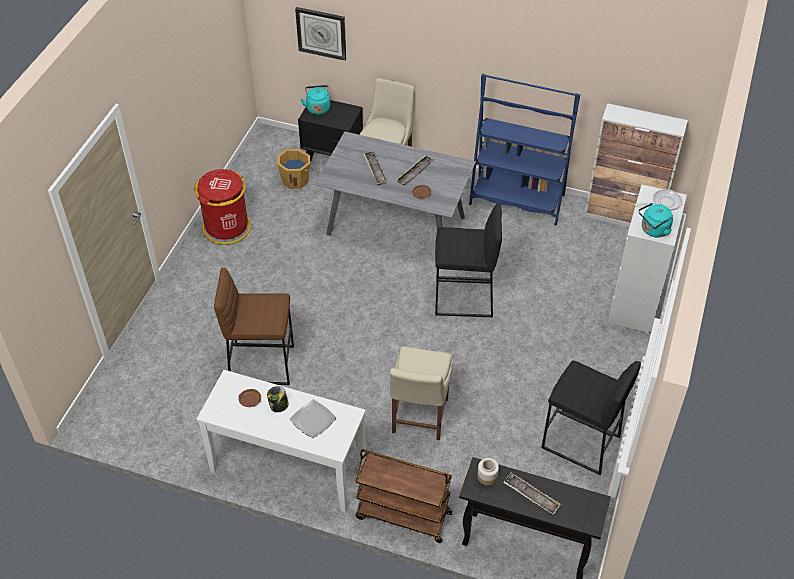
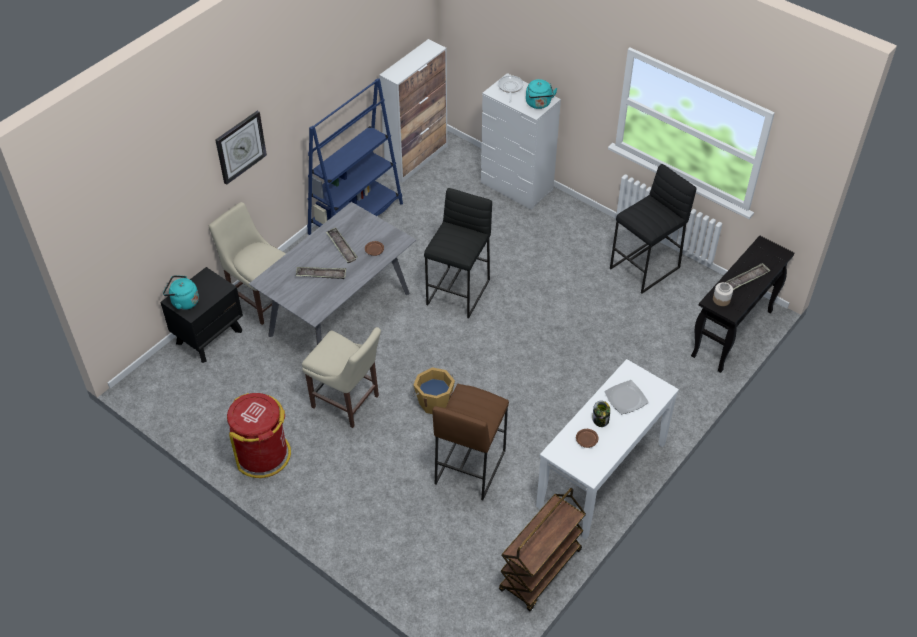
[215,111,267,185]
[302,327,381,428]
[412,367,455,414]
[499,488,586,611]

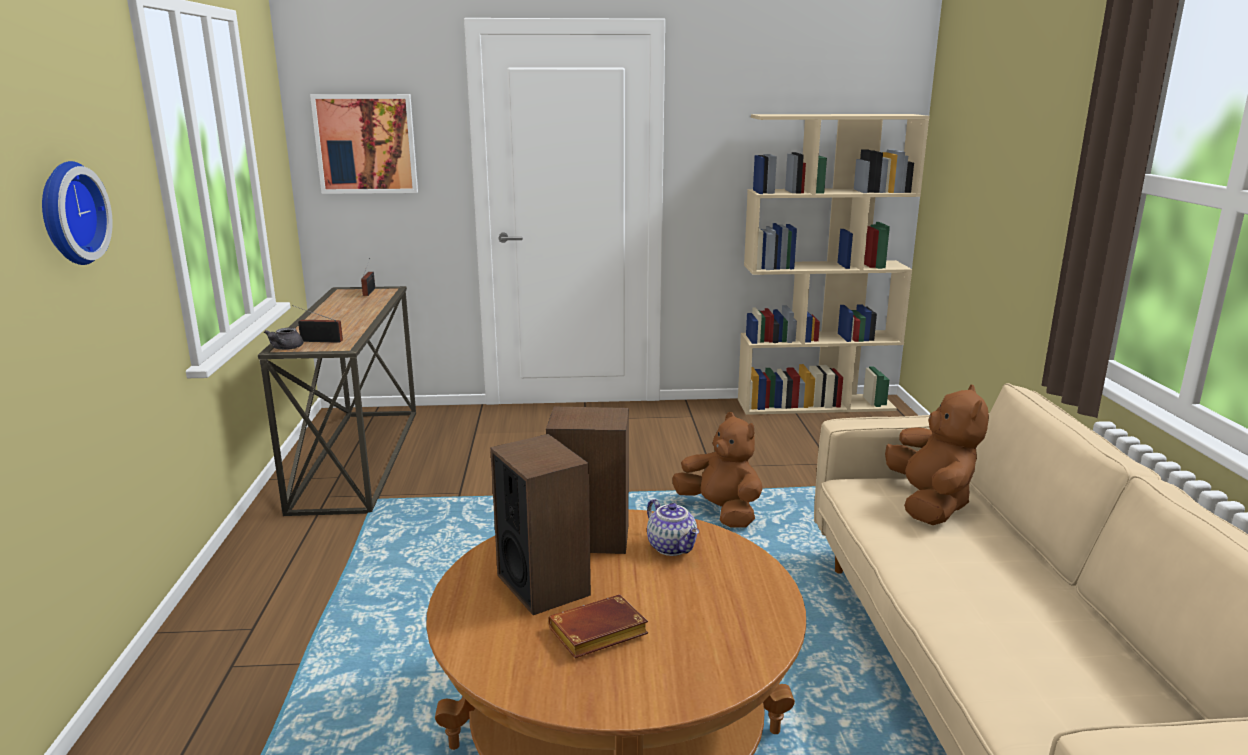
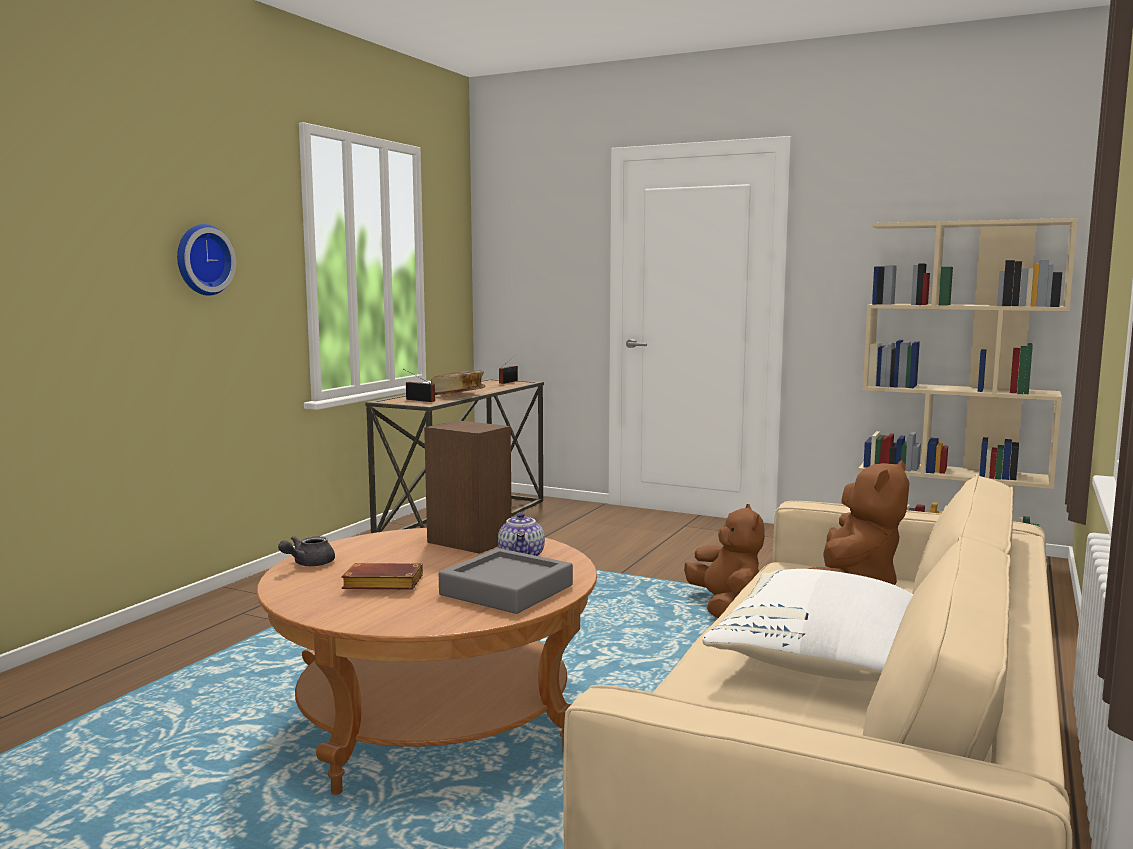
[278,536,335,566]
[431,371,485,395]
[439,548,573,614]
[702,569,913,682]
[310,94,418,194] (first image)
[490,434,591,615] (first image)

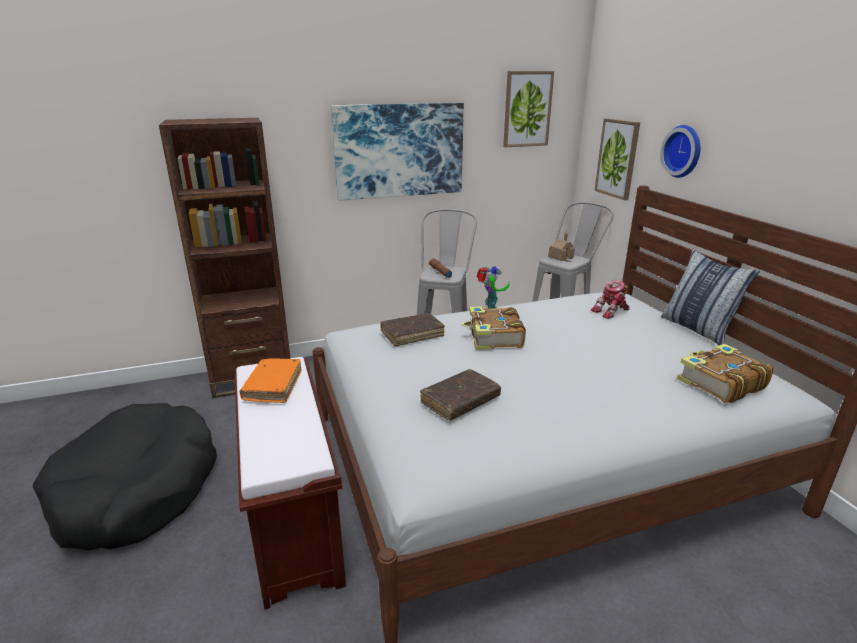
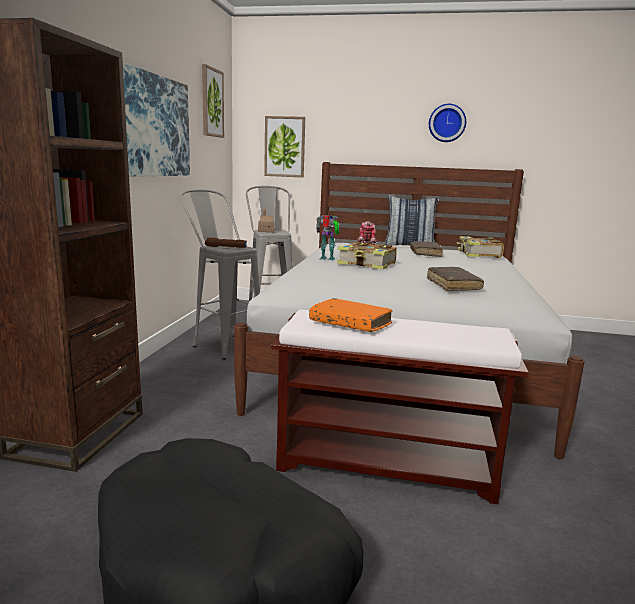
[410,241,443,257]
[429,104,466,142]

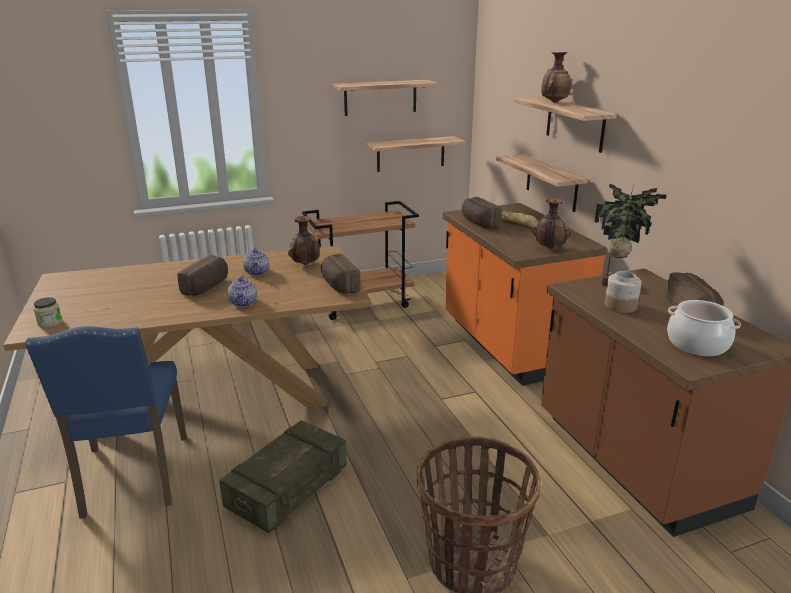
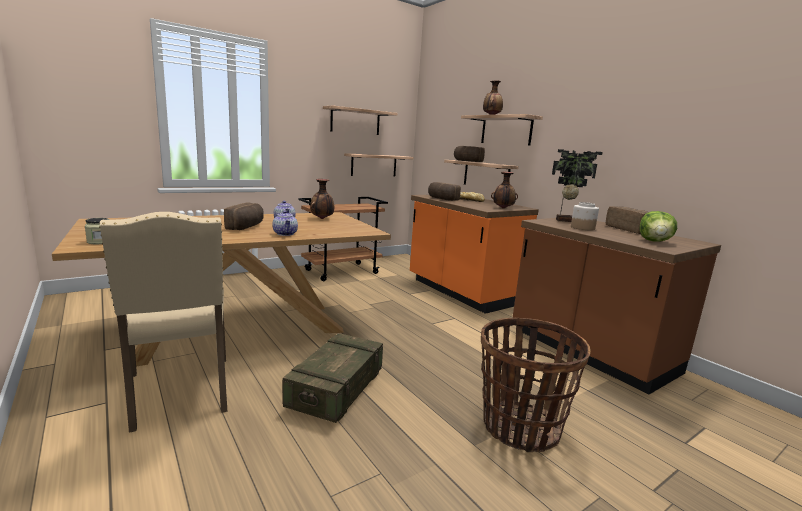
[99,212,228,433]
[454,146,485,162]
[639,211,677,242]

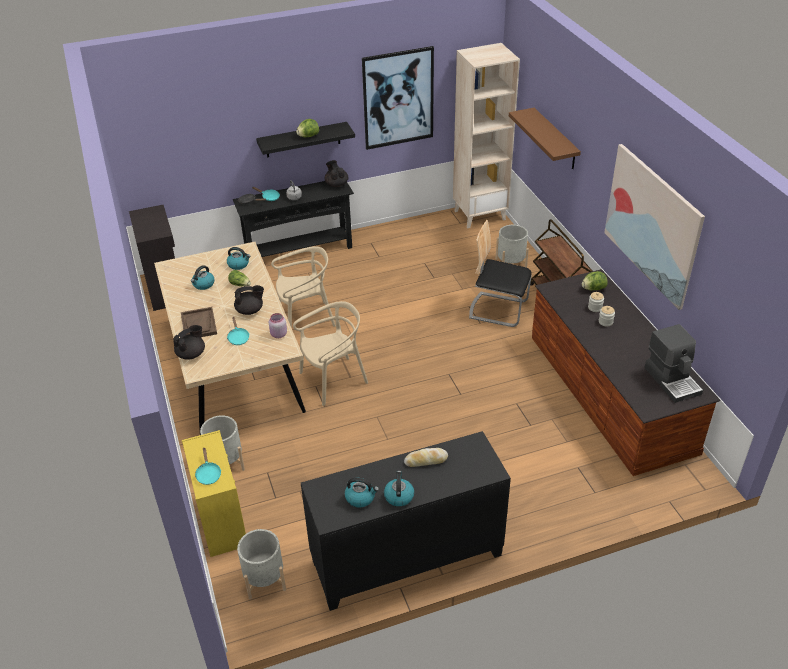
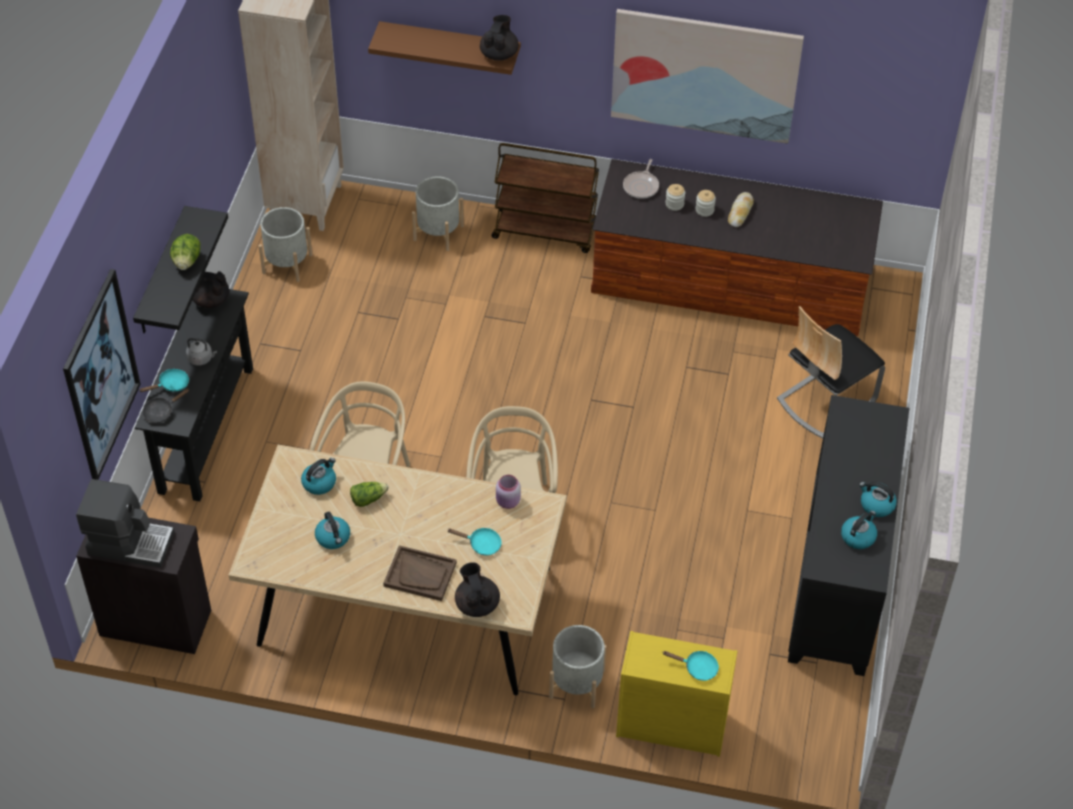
[63,269,141,480]
[76,479,174,568]
[258,207,313,282]
[480,15,519,61]
[623,159,659,199]
[728,192,754,227]
[777,306,885,439]

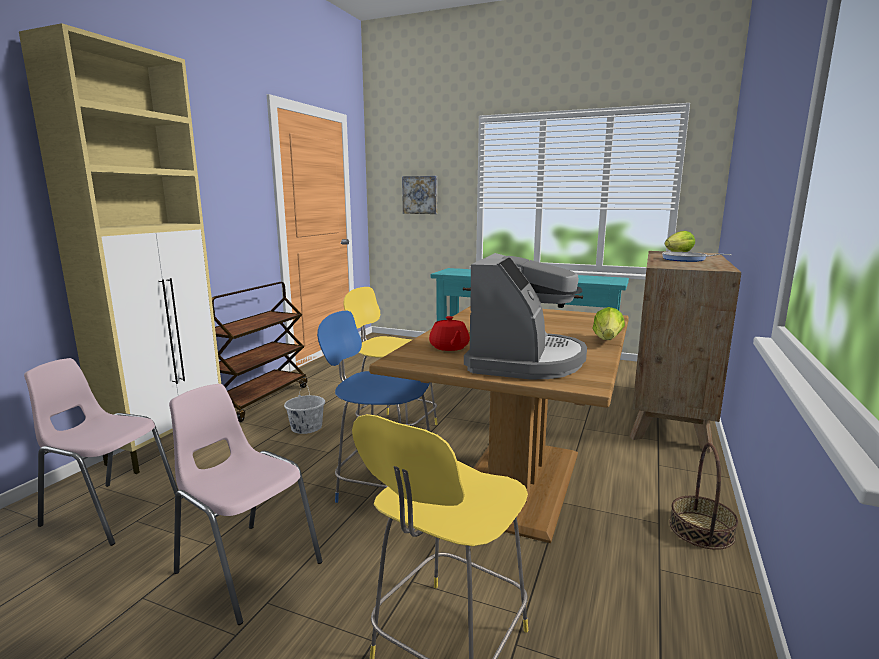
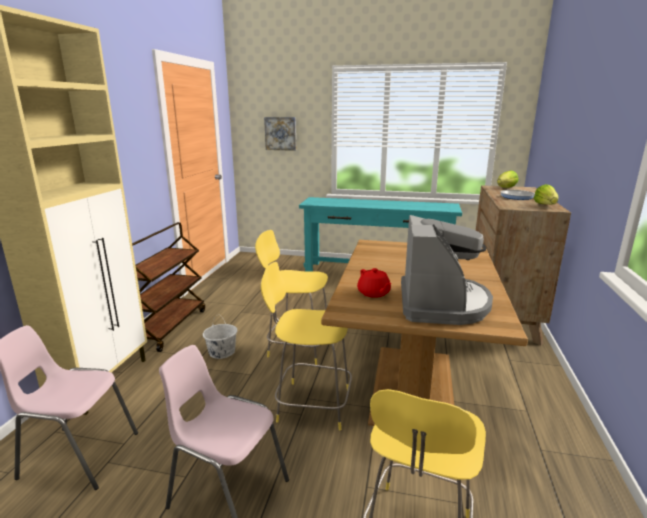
[261,262,352,431]
[534,184,558,205]
[669,443,738,550] (first image)

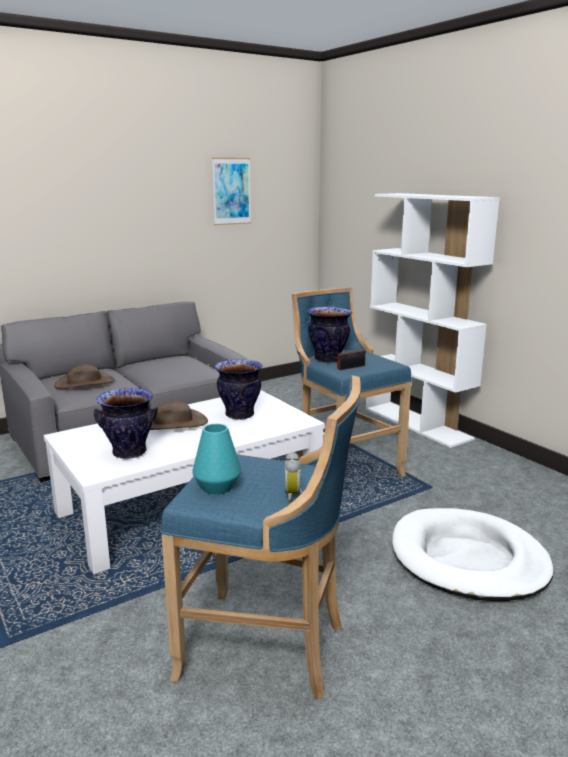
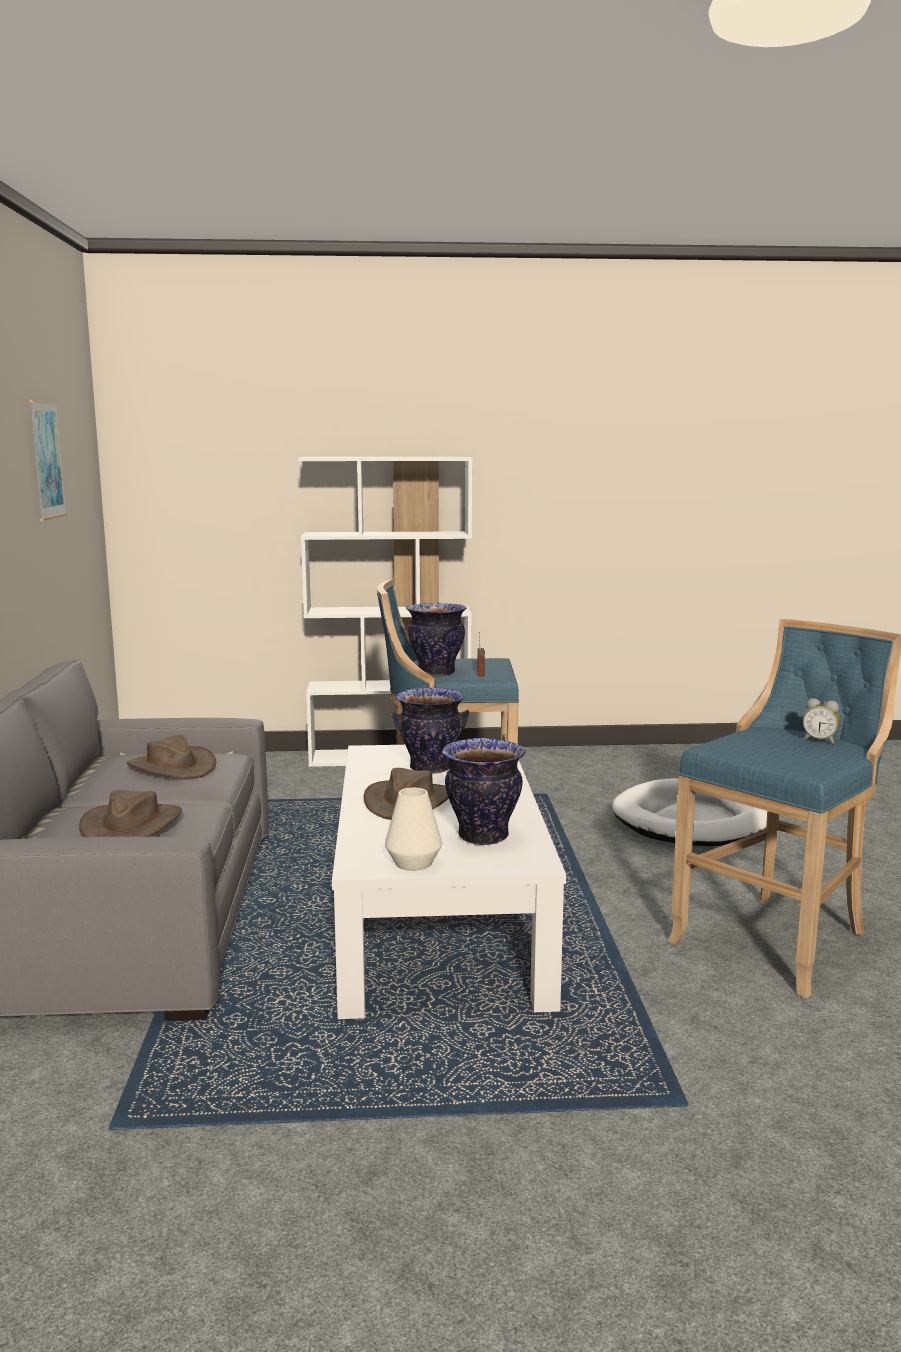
[127,735,216,778]
[385,788,442,871]
[192,424,241,494] (first image)

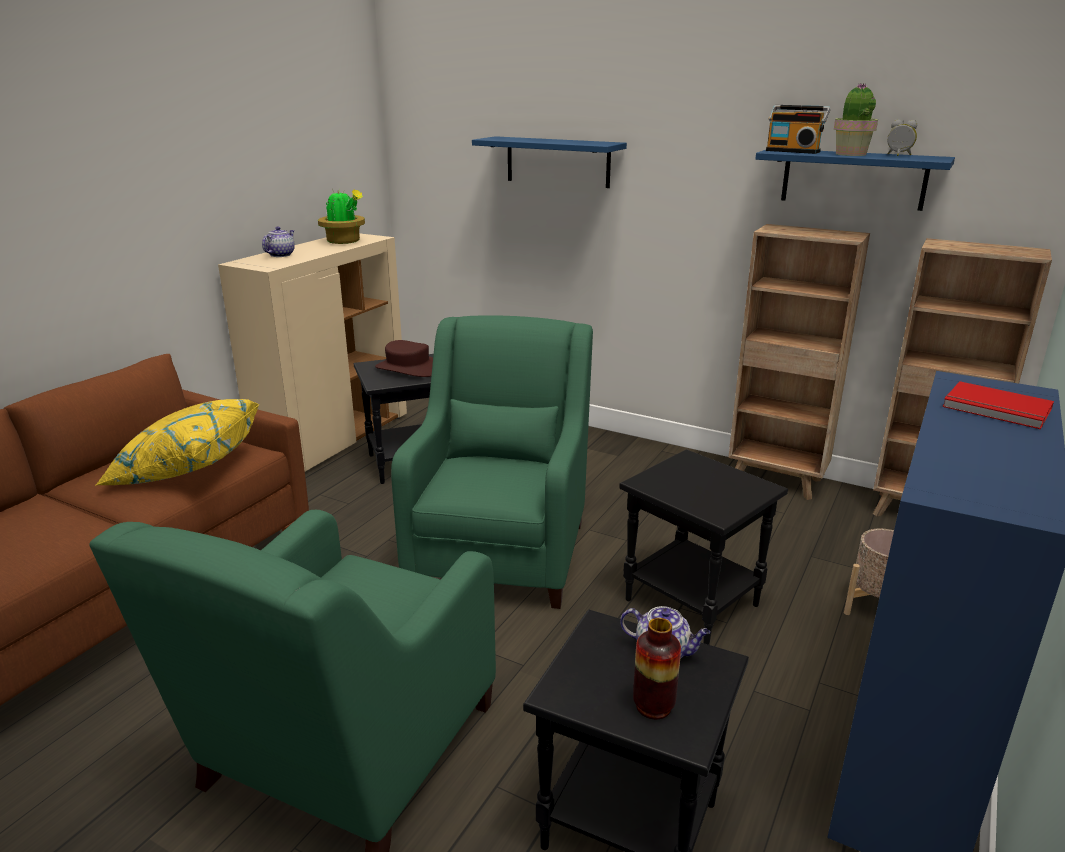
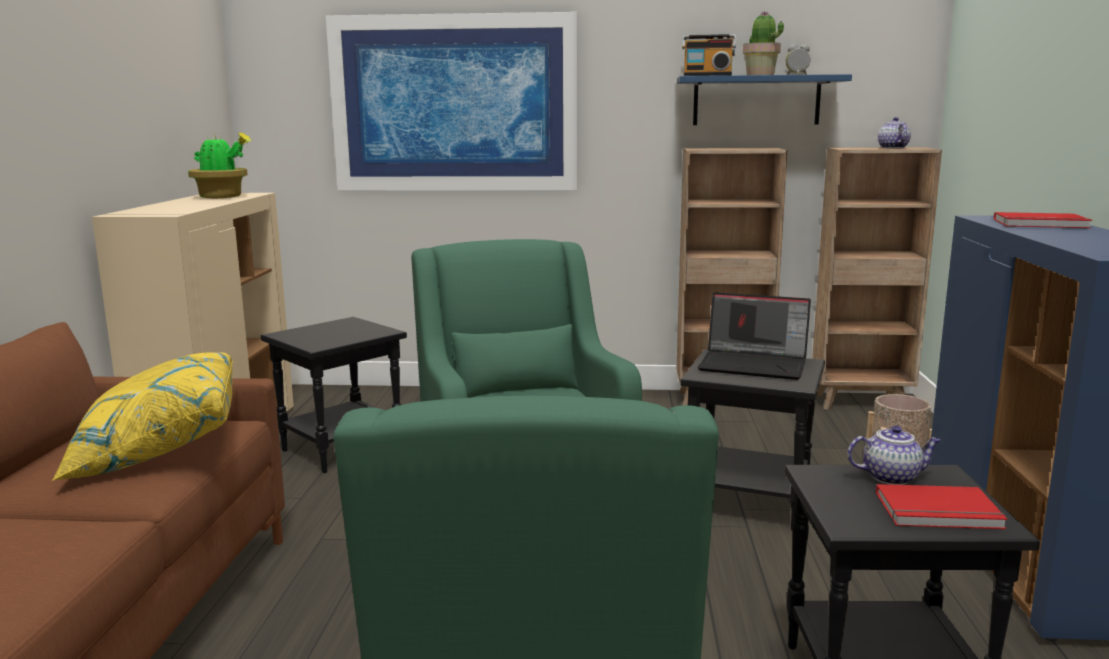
[326,12,578,191]
[697,292,811,380]
[876,484,1007,529]
[878,117,911,148]
[375,340,433,377] (first image)

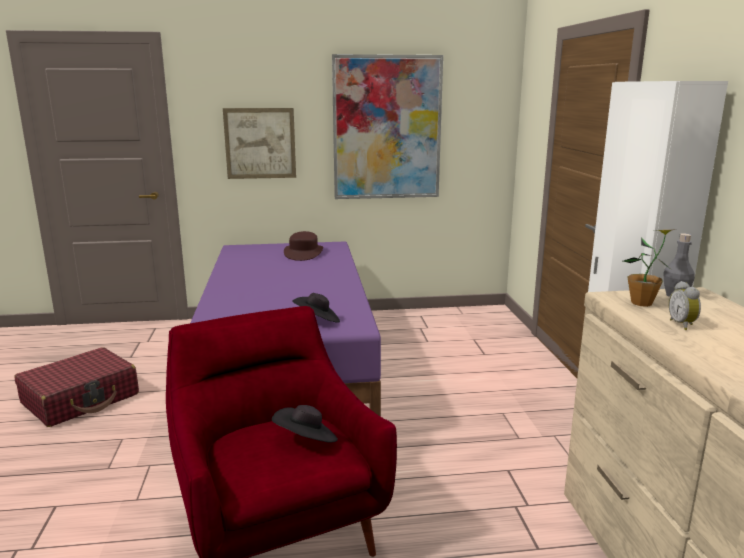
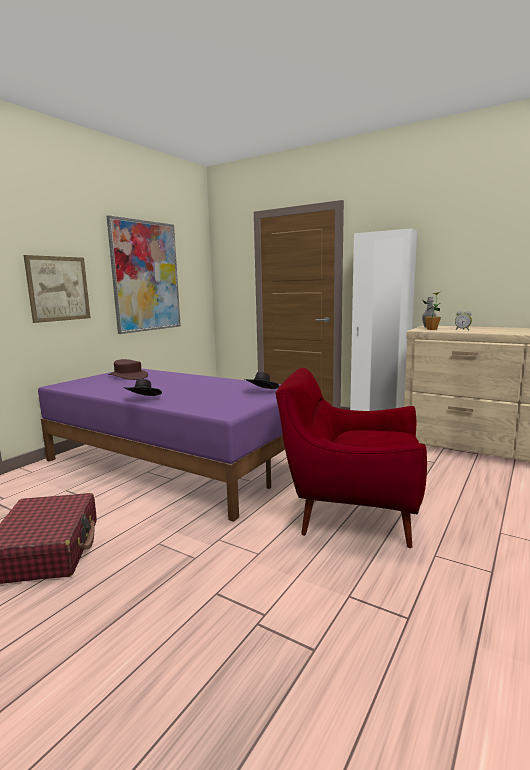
[123,379,162,396]

